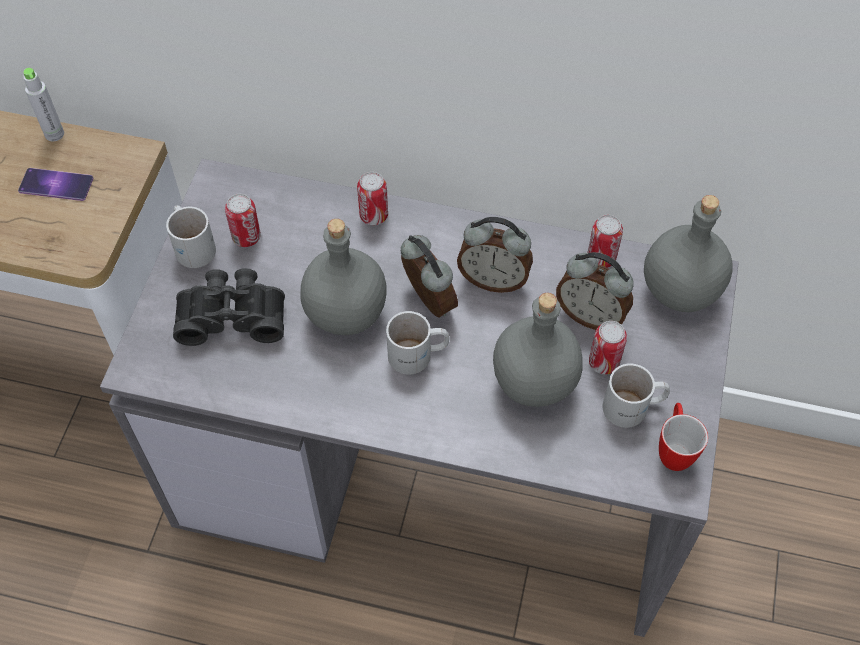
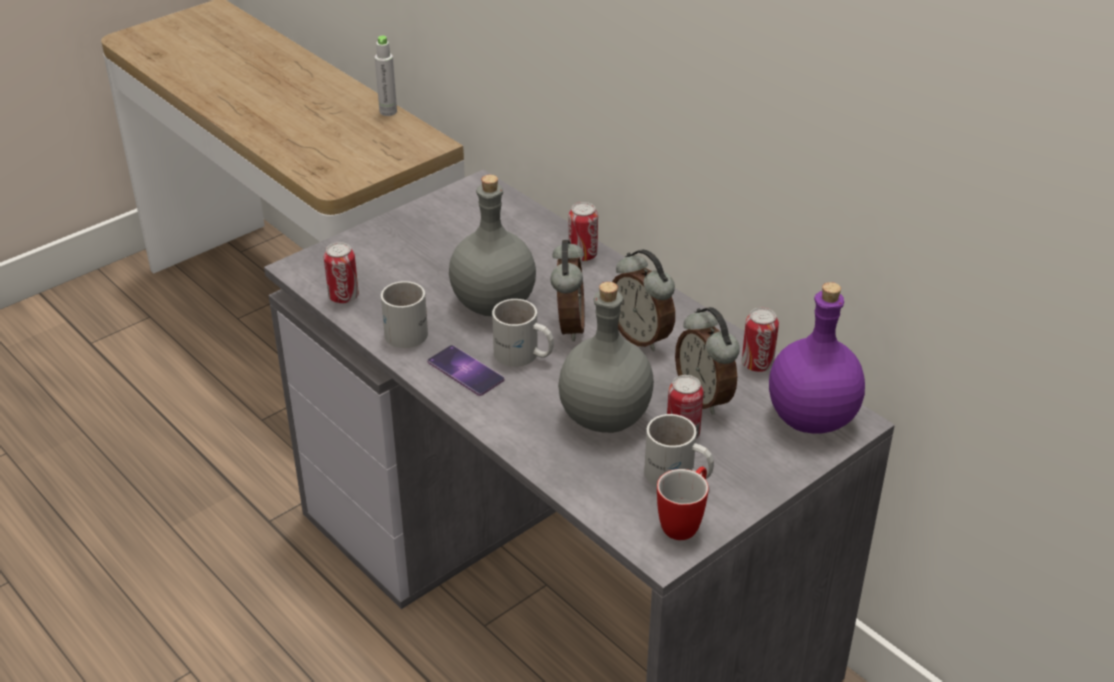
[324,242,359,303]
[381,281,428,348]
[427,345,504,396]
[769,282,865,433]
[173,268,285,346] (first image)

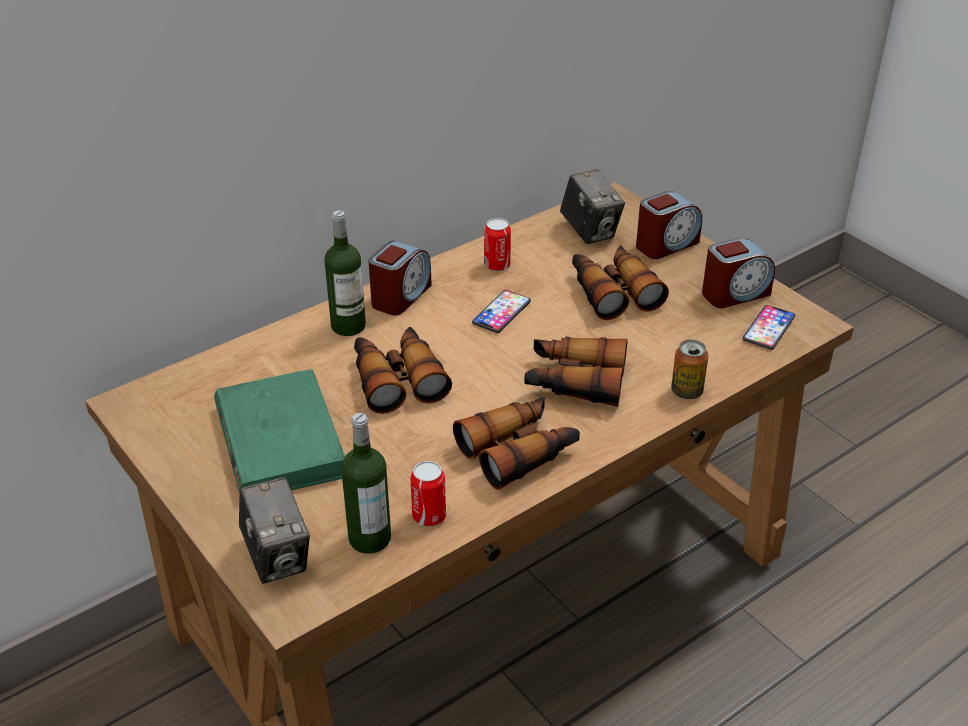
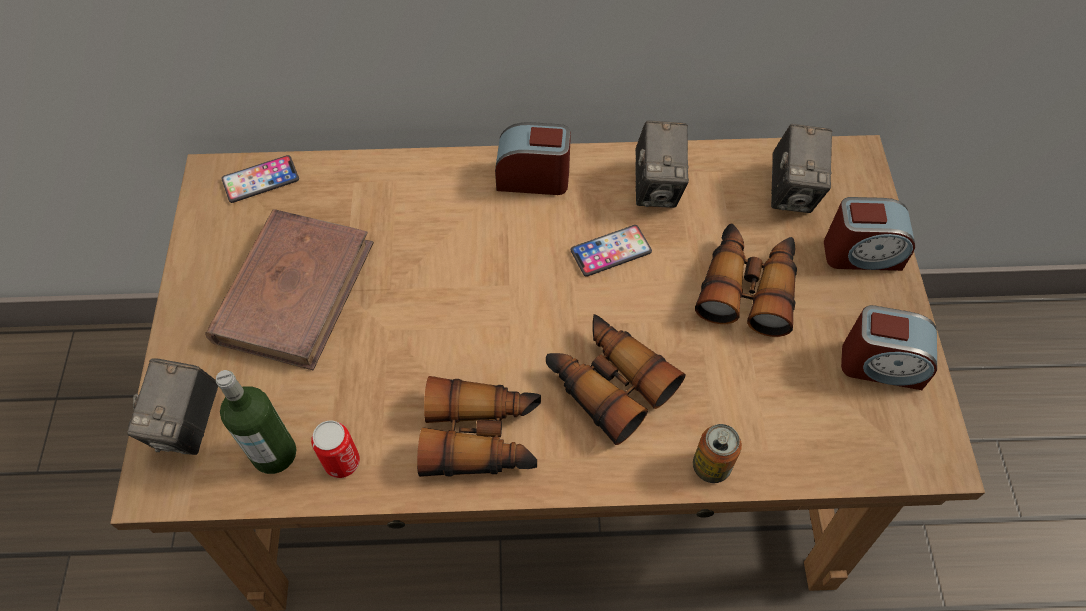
[205,209,374,370]
[221,155,299,203]
[495,122,571,195]
[635,121,689,208]
[324,210,366,336] (first image)
[354,327,452,414] (first image)

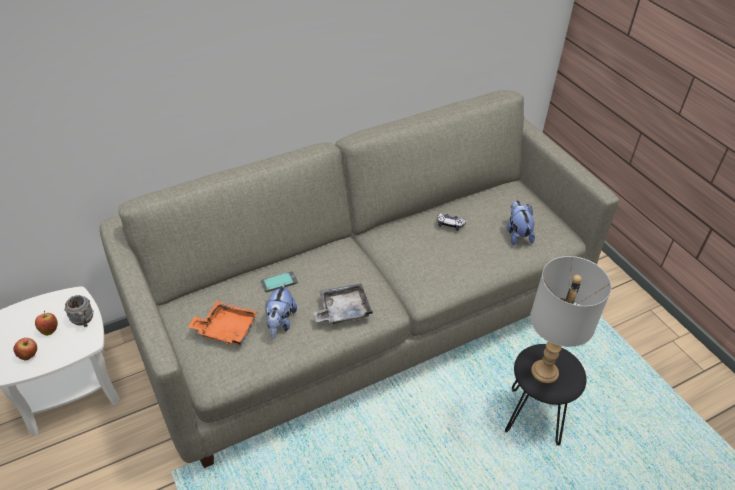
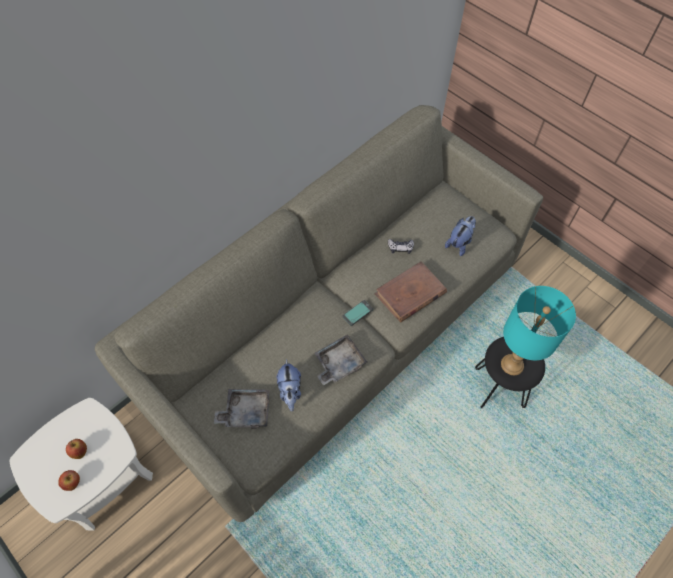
[214,389,270,429]
[342,300,373,326]
[374,261,447,322]
[445,216,476,256]
[501,286,576,375]
[65,295,93,327] (first image)

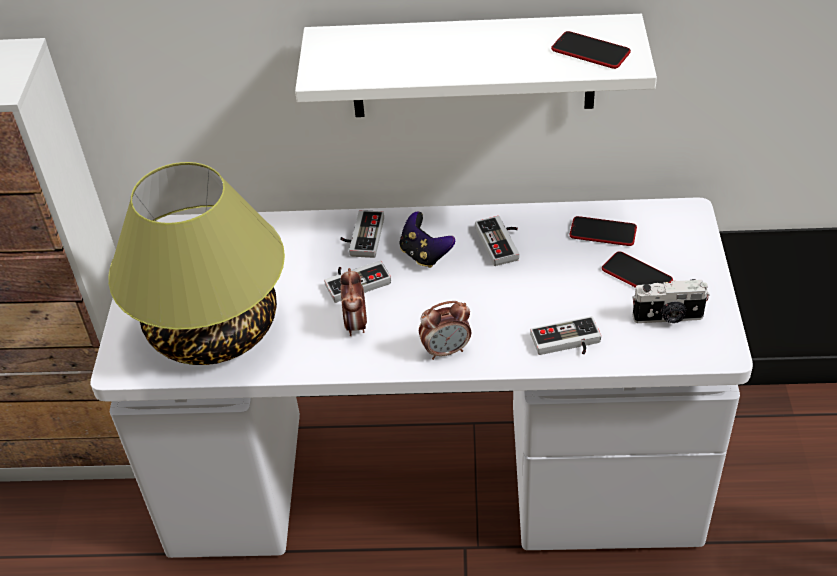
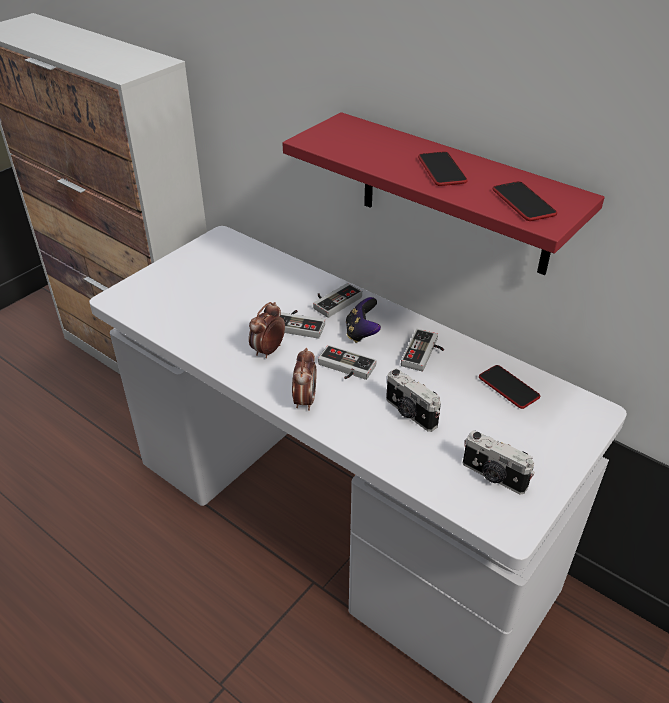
[283,112,605,275]
[292,348,316,411]
[318,345,377,380]
[386,369,441,432]
[418,152,468,186]
[108,162,285,365] (first image)

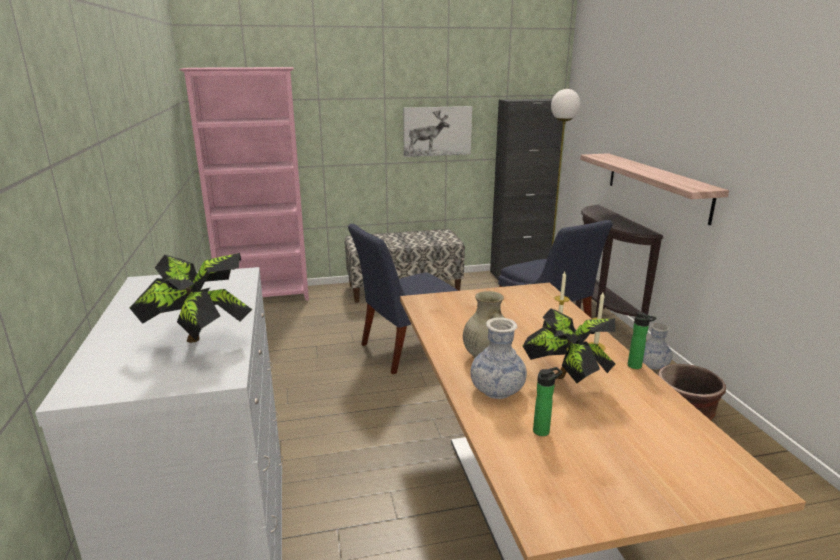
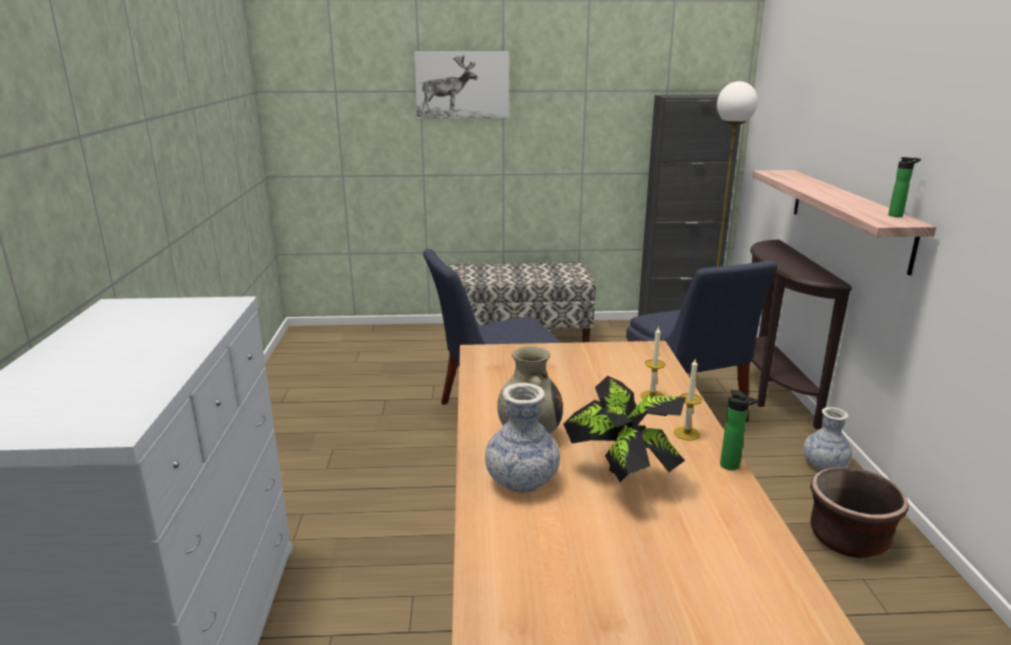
[414,51,509,118]
[888,157,921,217]
[130,253,252,343] (first image)
[179,67,309,301] (first image)

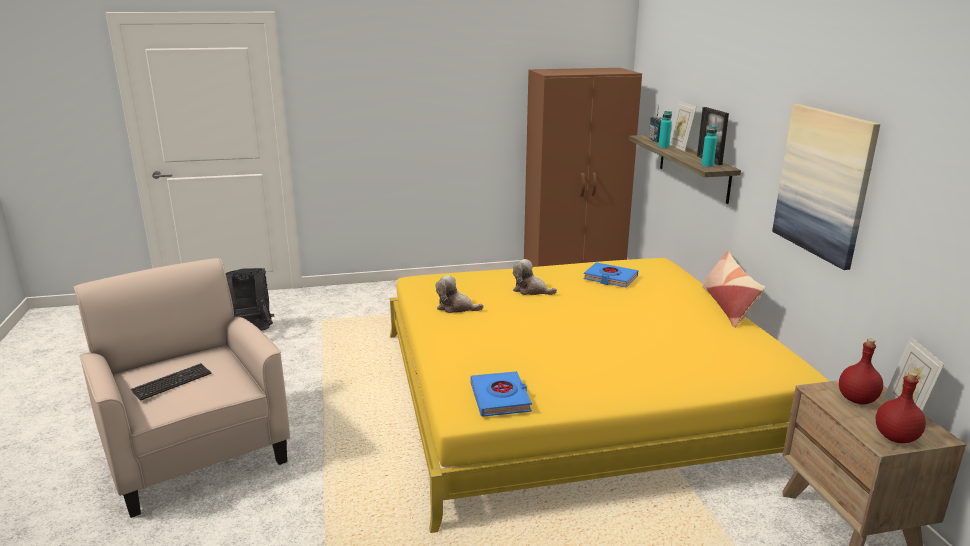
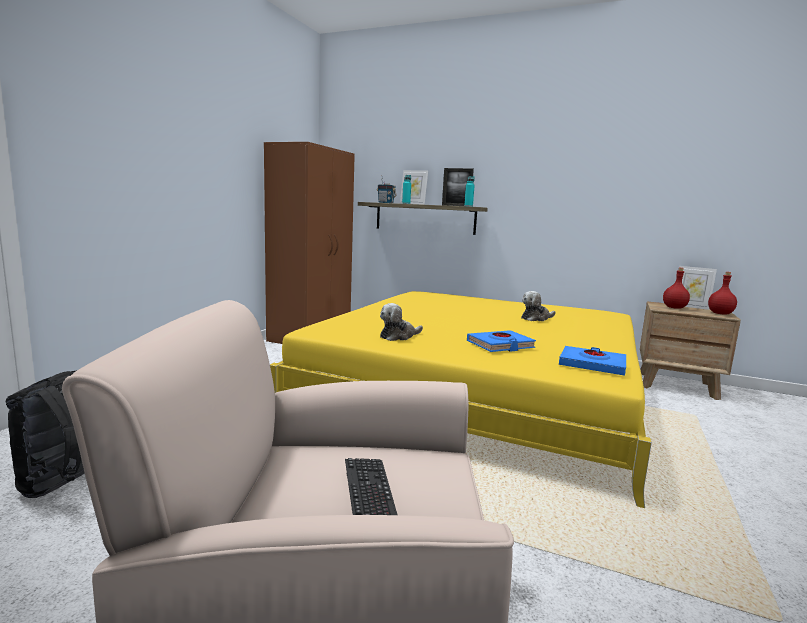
[467,330,536,352]
[521,291,556,321]
[702,251,766,328] (first image)
[772,104,880,270] (first image)

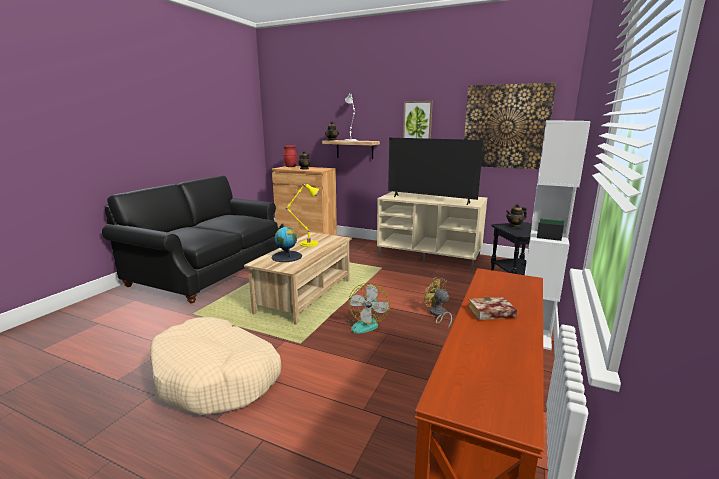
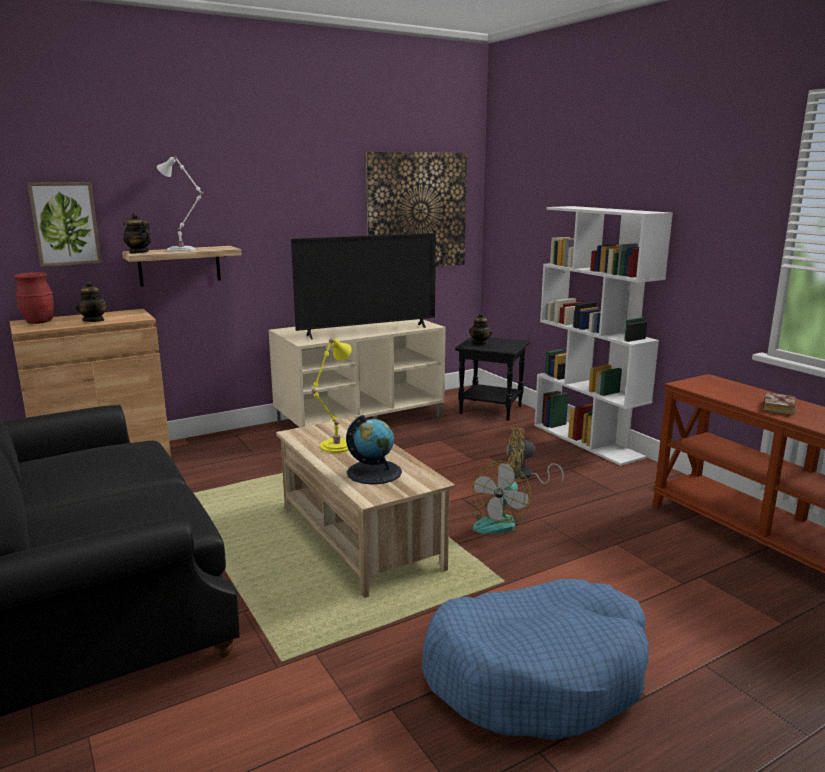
[27,182,102,267]
[422,579,649,740]
[471,461,531,534]

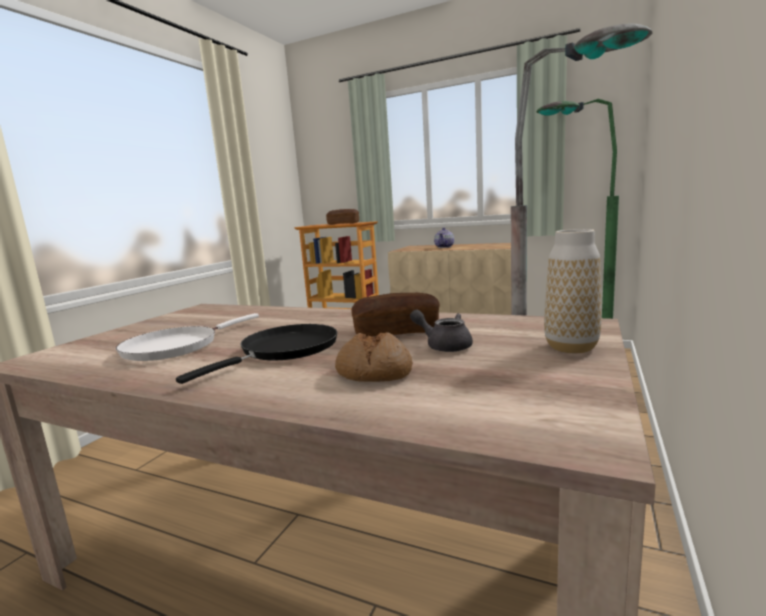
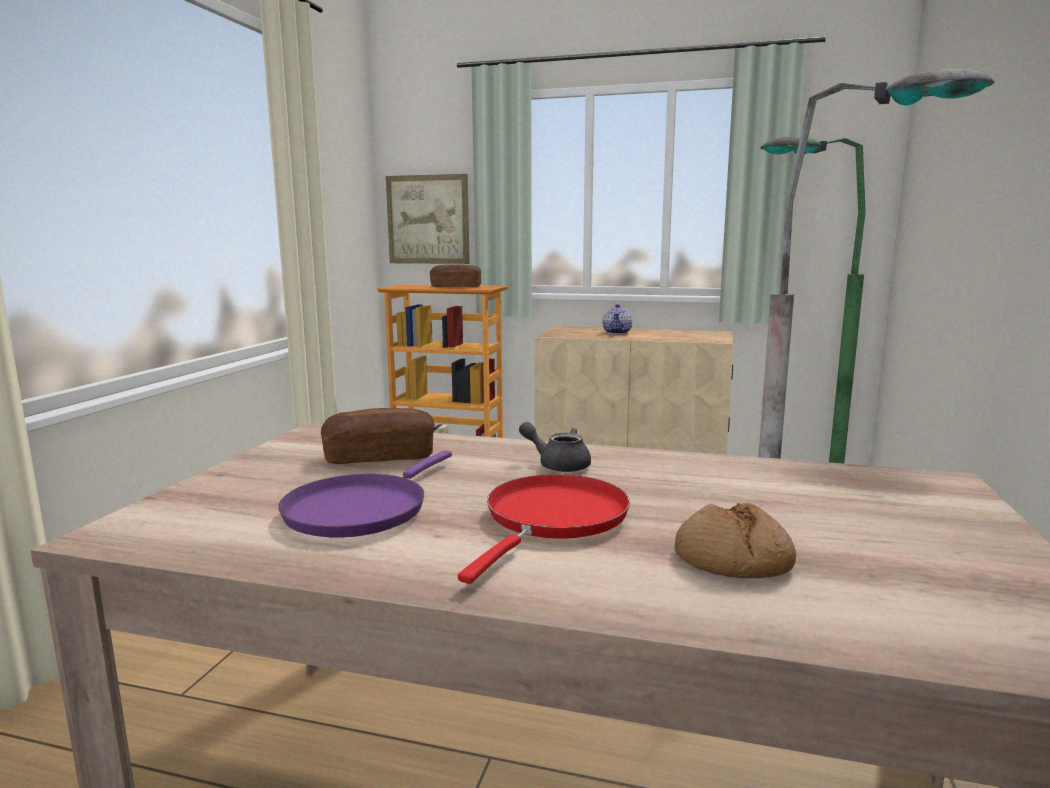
[278,450,452,538]
[321,408,435,464]
[386,174,470,264]
[458,474,630,584]
[519,422,591,472]
[544,229,601,353] (first image)

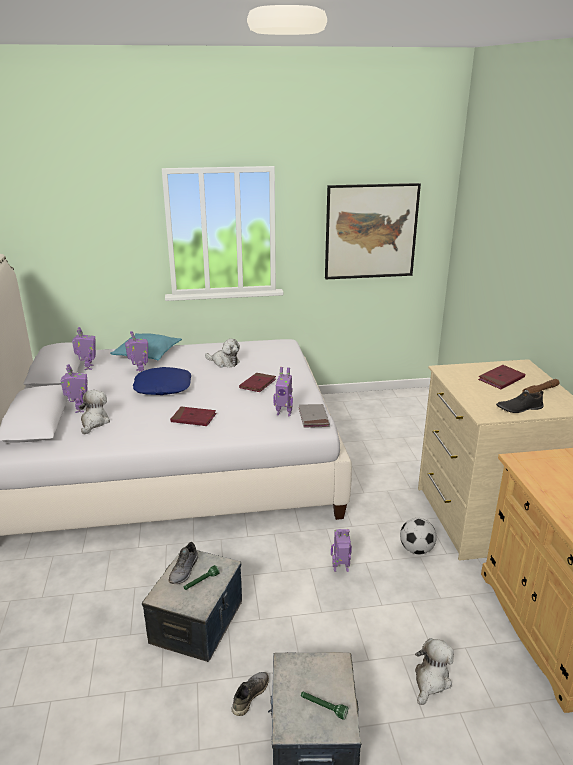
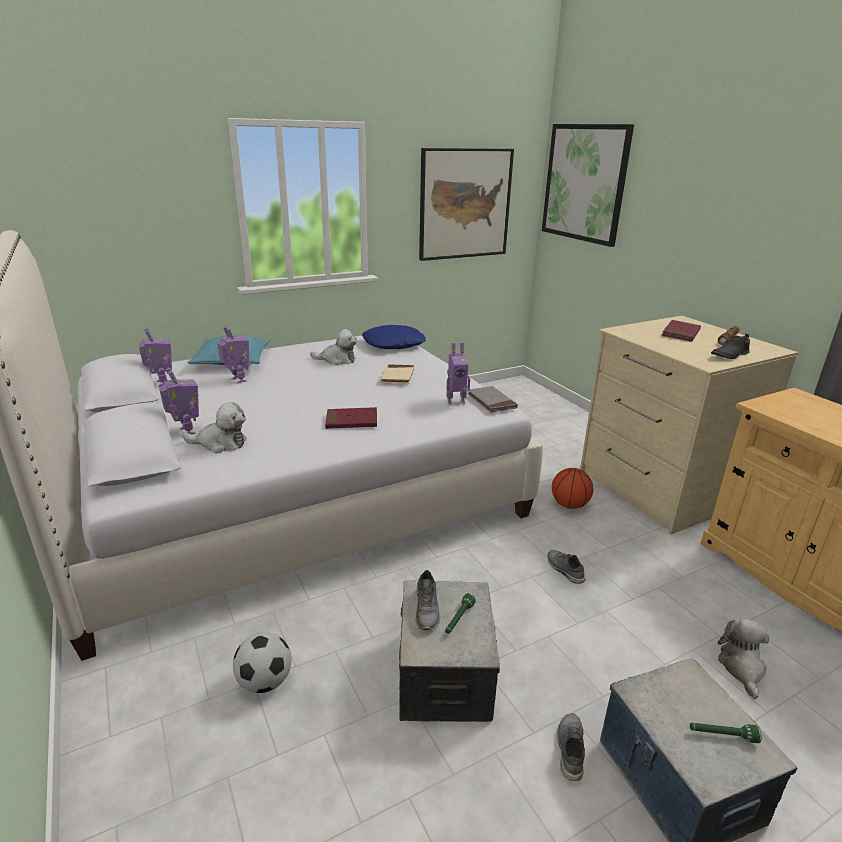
[182,402,247,453]
[233,632,291,693]
[362,325,426,349]
[381,364,415,384]
[542,124,634,247]
[547,550,585,584]
[552,468,593,509]

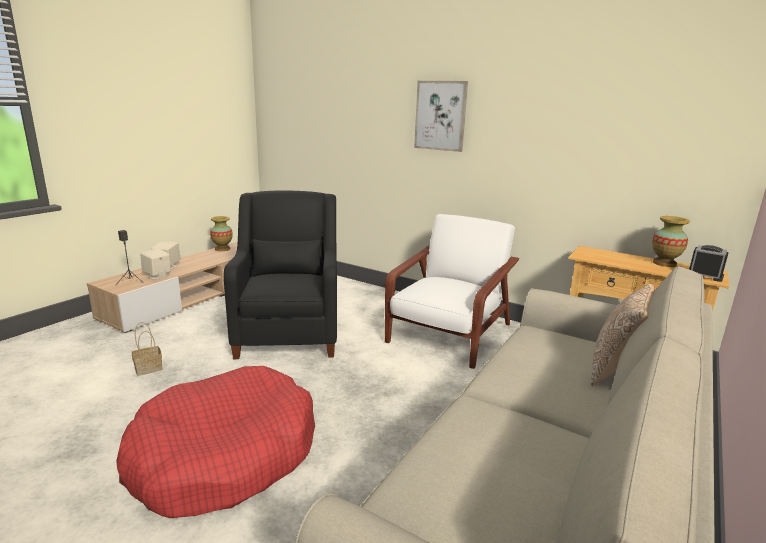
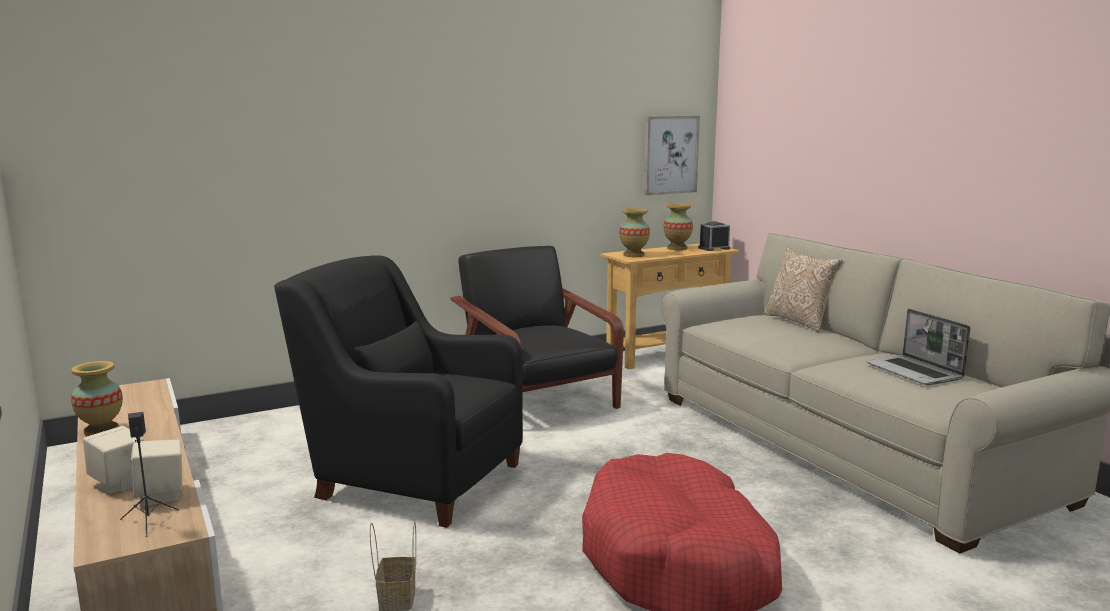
[450,246,624,409]
[619,208,650,257]
[644,116,700,195]
[866,309,970,385]

